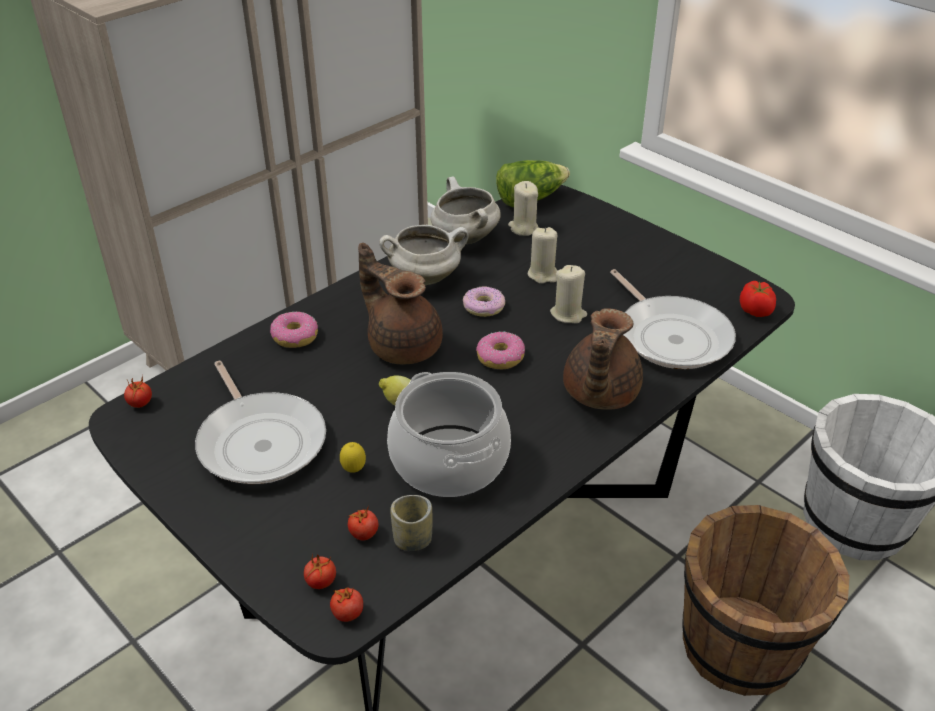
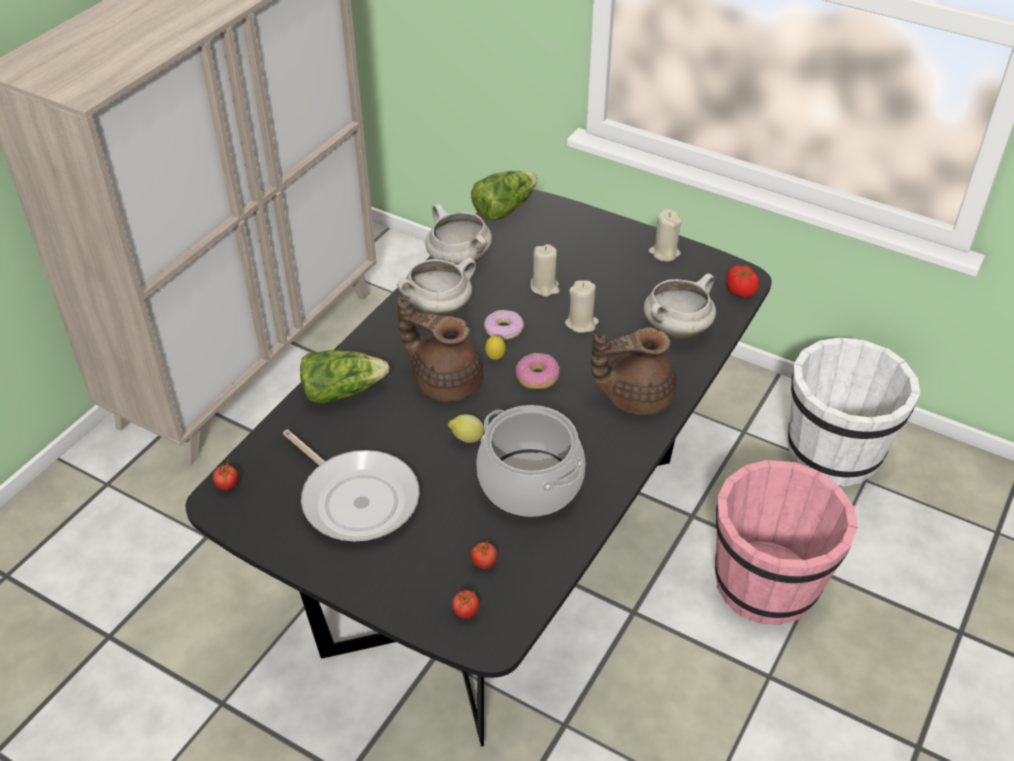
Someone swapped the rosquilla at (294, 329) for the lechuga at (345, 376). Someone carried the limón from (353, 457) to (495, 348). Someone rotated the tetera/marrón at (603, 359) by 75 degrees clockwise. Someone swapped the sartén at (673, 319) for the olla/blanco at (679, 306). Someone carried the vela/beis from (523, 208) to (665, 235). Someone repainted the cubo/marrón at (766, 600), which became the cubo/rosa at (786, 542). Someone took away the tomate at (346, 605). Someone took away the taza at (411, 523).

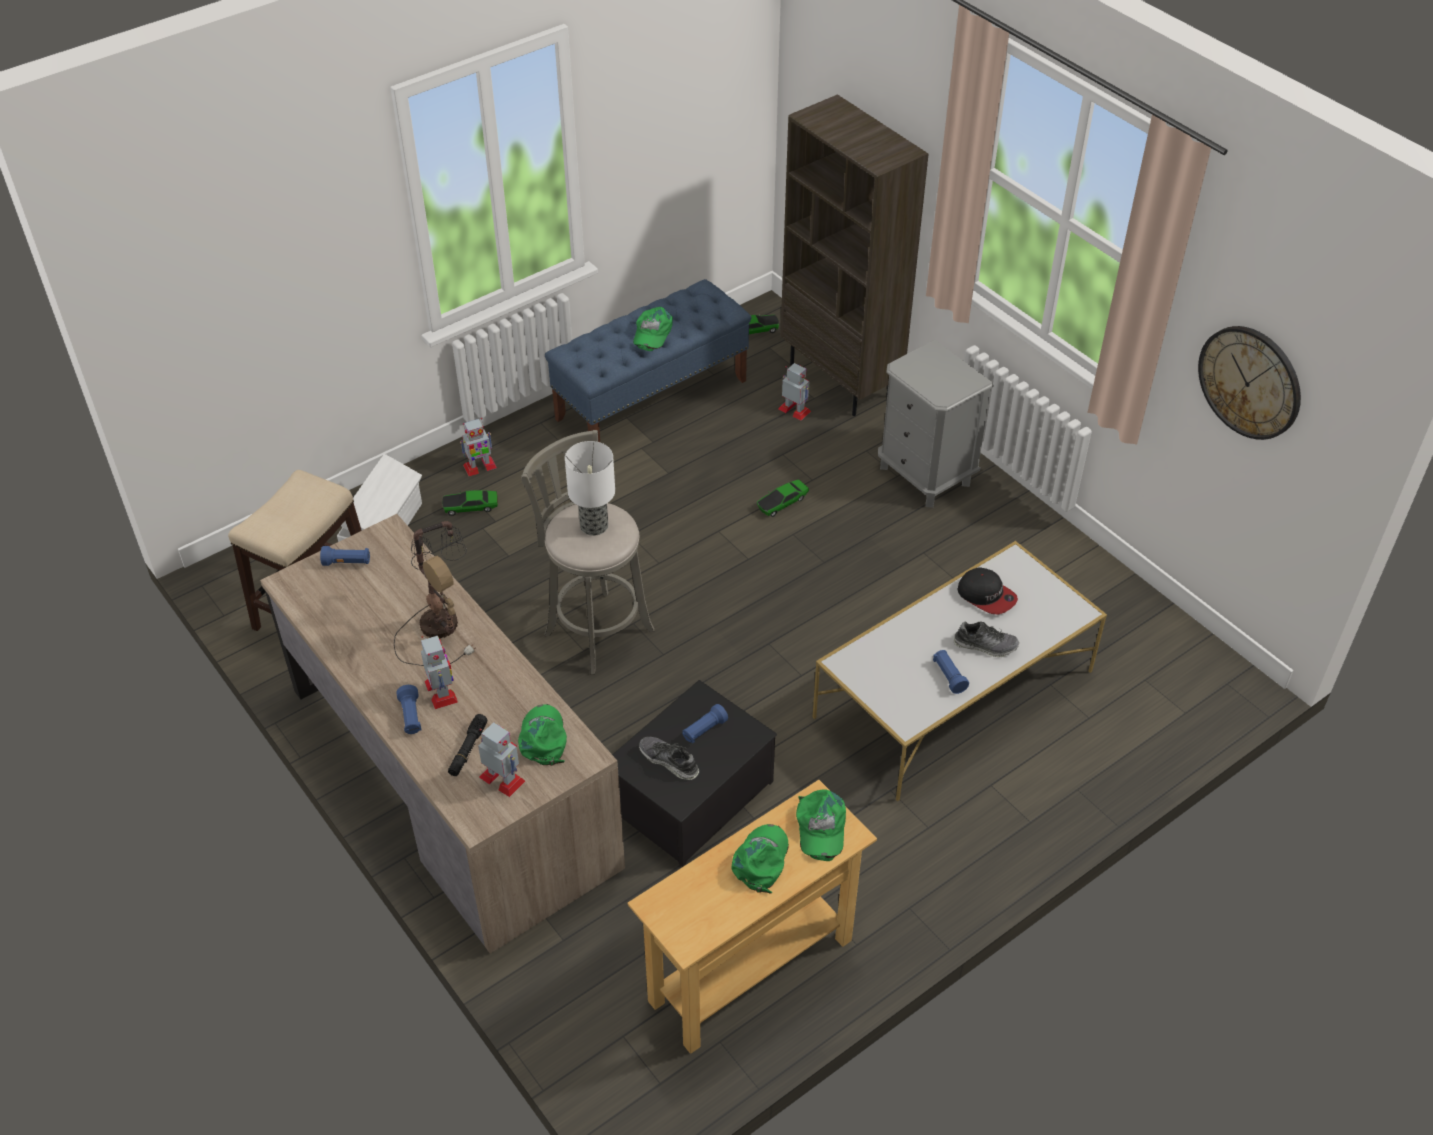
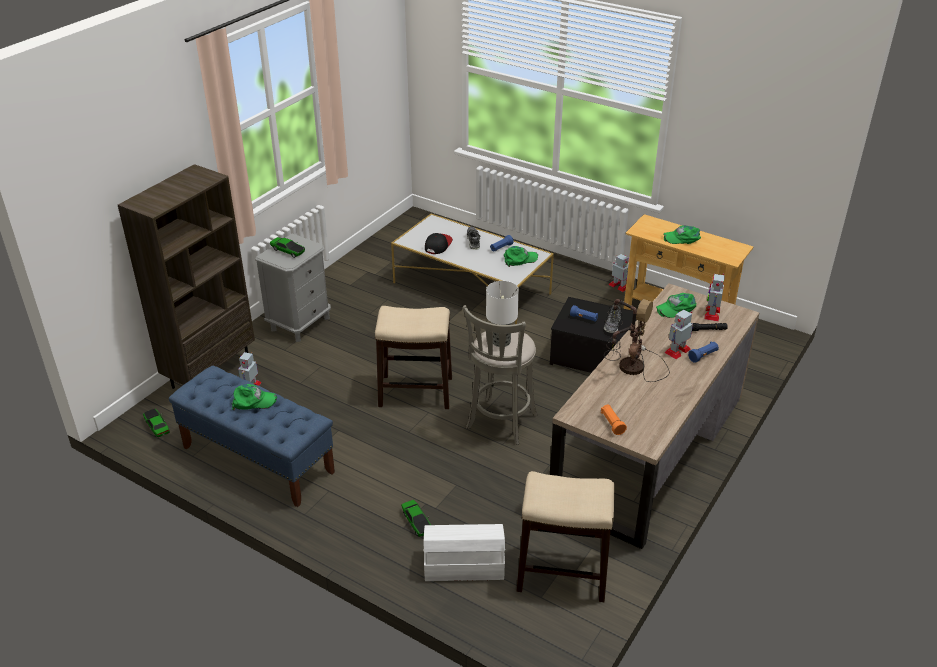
Someone carried the coche de juguete from (783, 498) to (287, 247). Someone put down the taburete at (413, 357). Someone carried the gorra/verde from (821, 825) to (520, 256). Someone repainted the linterna/azul at (345, 556), which became the linterna/naranja at (614, 420). Someone carried the robot de juguete from (478, 447) to (619, 273). Someone took away the reloj de pared at (1249, 383).

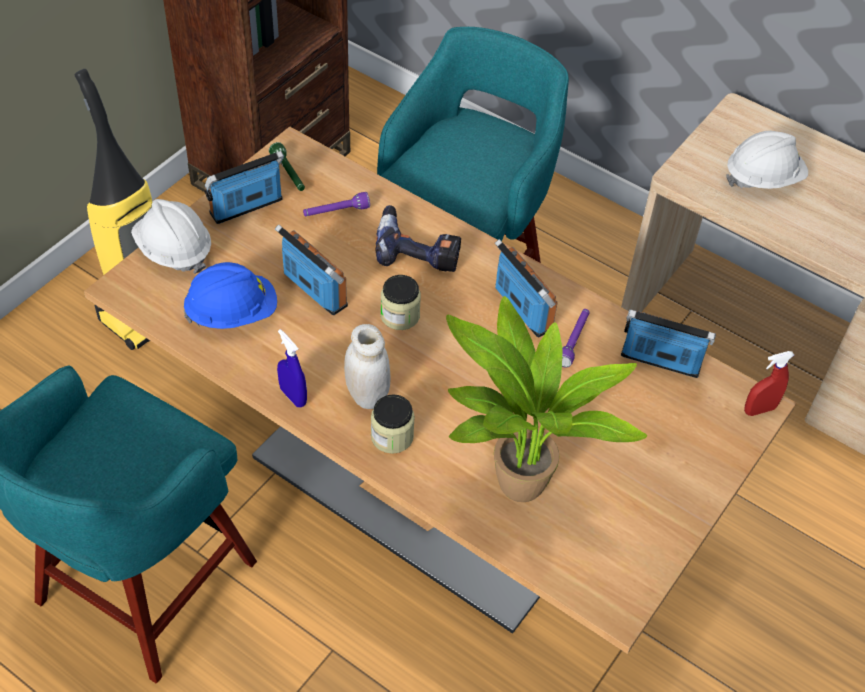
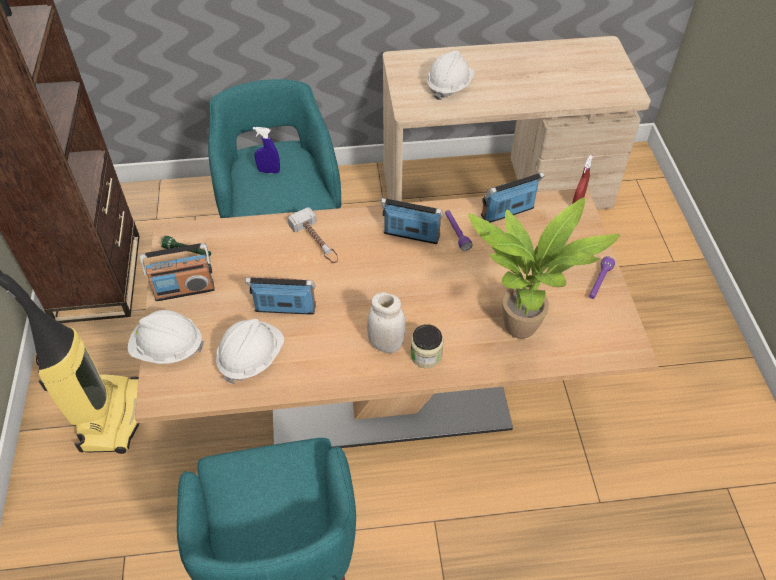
Someone rotated the radio at (244, 187) by 120 degrees counterclockwise. Someone repainted the casco/azul at (230, 295), which became the casco/blanco at (250, 351). Someone carried the pulverizador/azul from (292, 368) to (266, 150). Someone swapped the taladro at (418, 238) for the martillo at (312, 235). Someone carried the linterna/morado from (336, 204) to (602, 277). Someone took away the tarro at (400, 302).

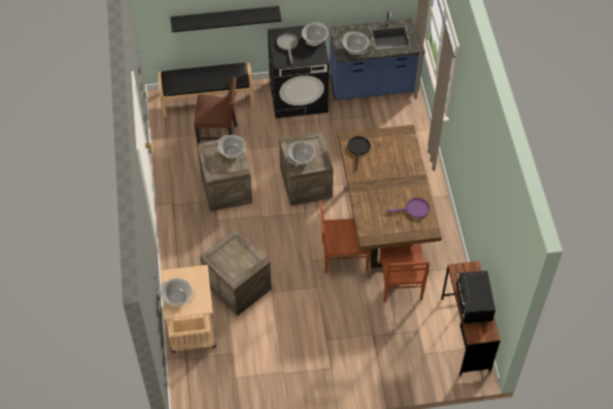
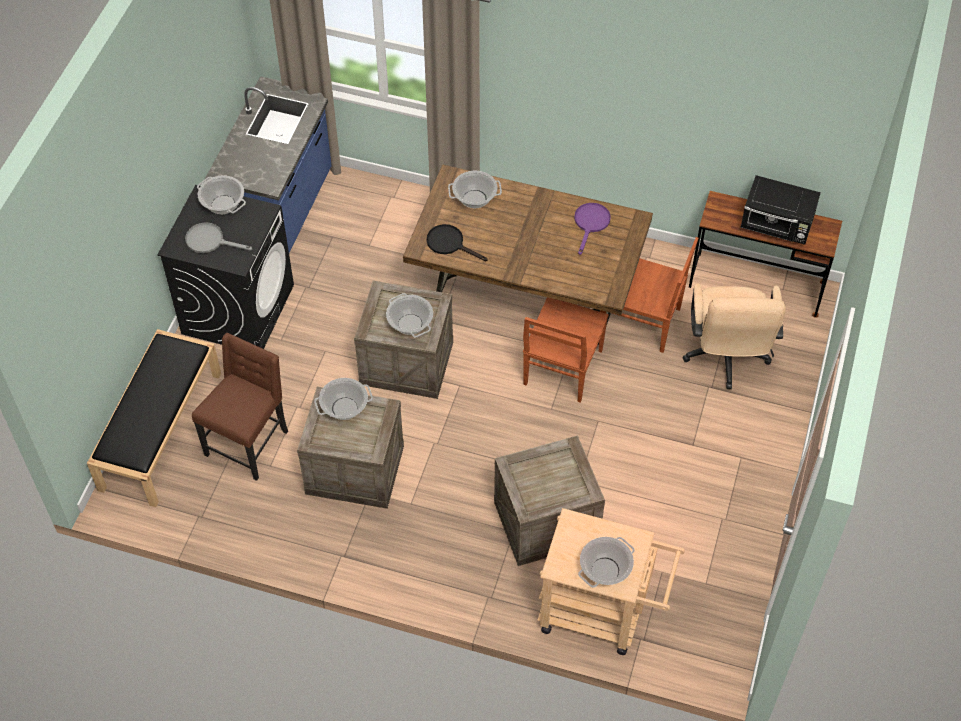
Someone carried the olla from (355, 43) to (475, 189). Someone put down the silla de oficina/beis at (734, 336). Someone took away the estante/negro at (226, 19).

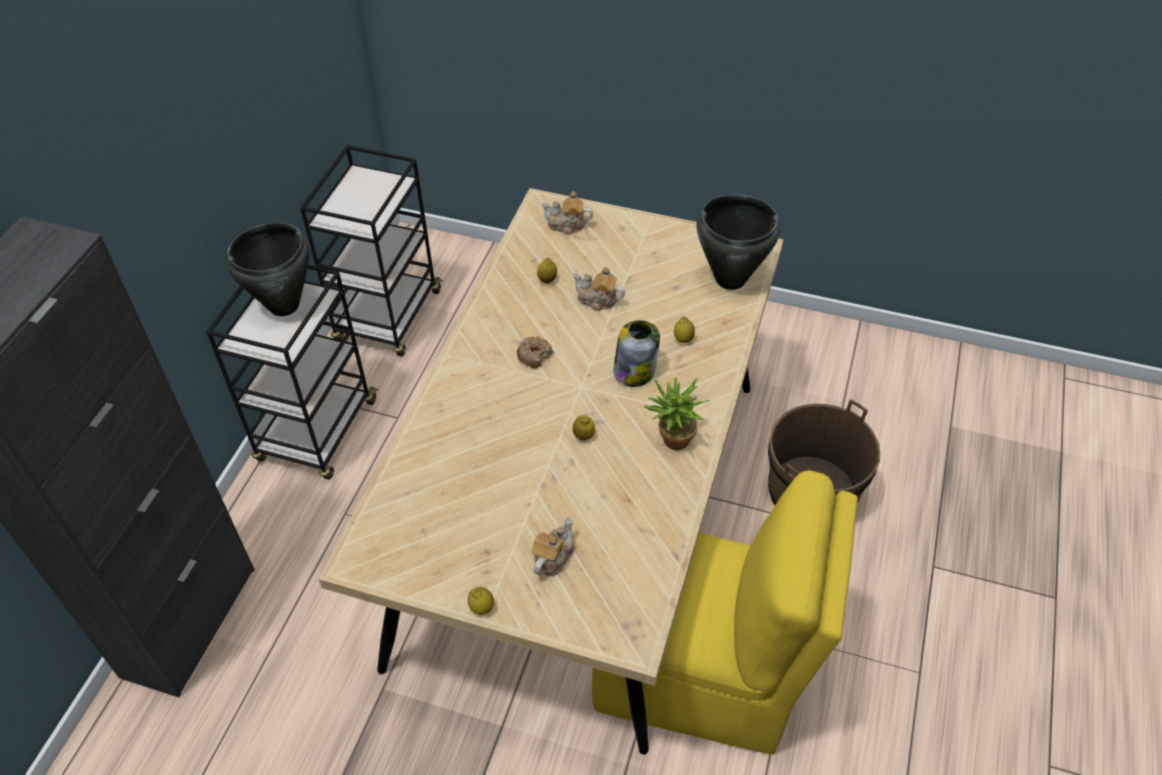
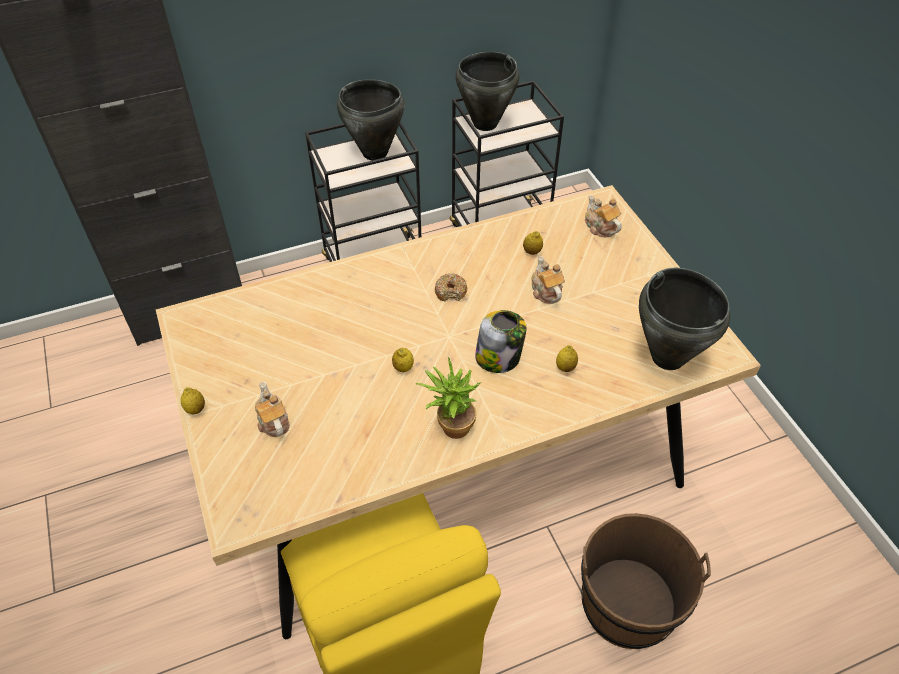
Someone rotated the tetera at (553, 546) by 105 degrees counterclockwise. Someone put down the olla/negro at (487, 91).

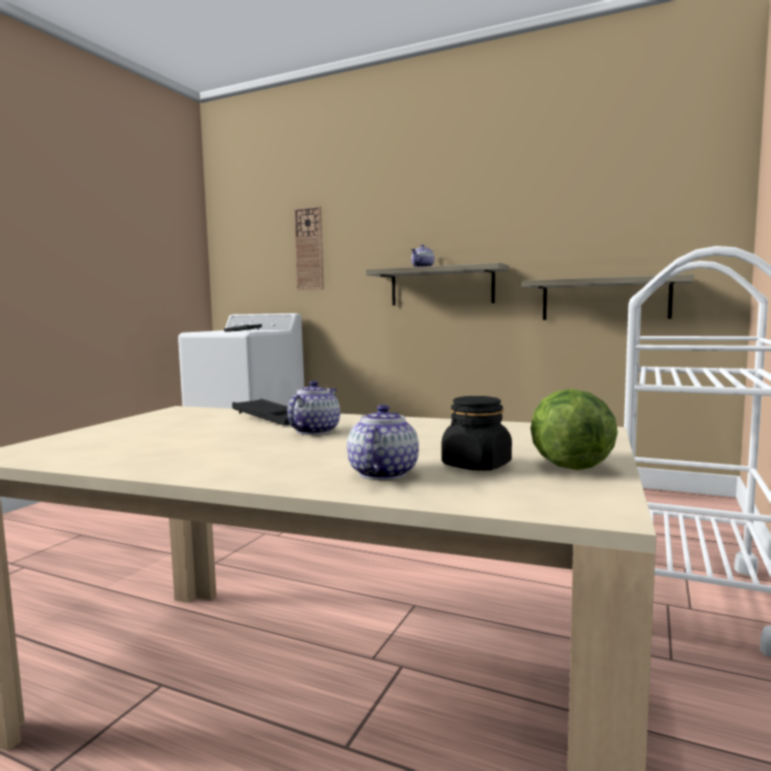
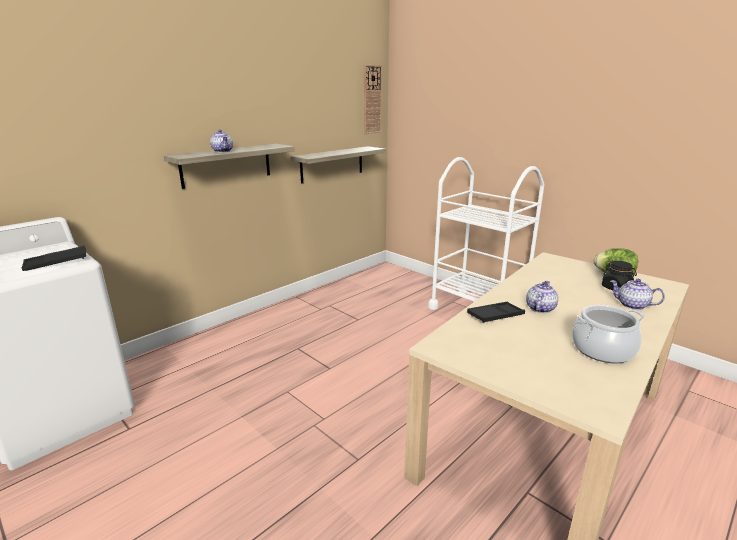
Someone carried the reloj de pared from (309, 248) to (373, 99). Someone rotated the tetera at (314, 407) by 75 degrees clockwise. Someone put down the olla at (608, 334).

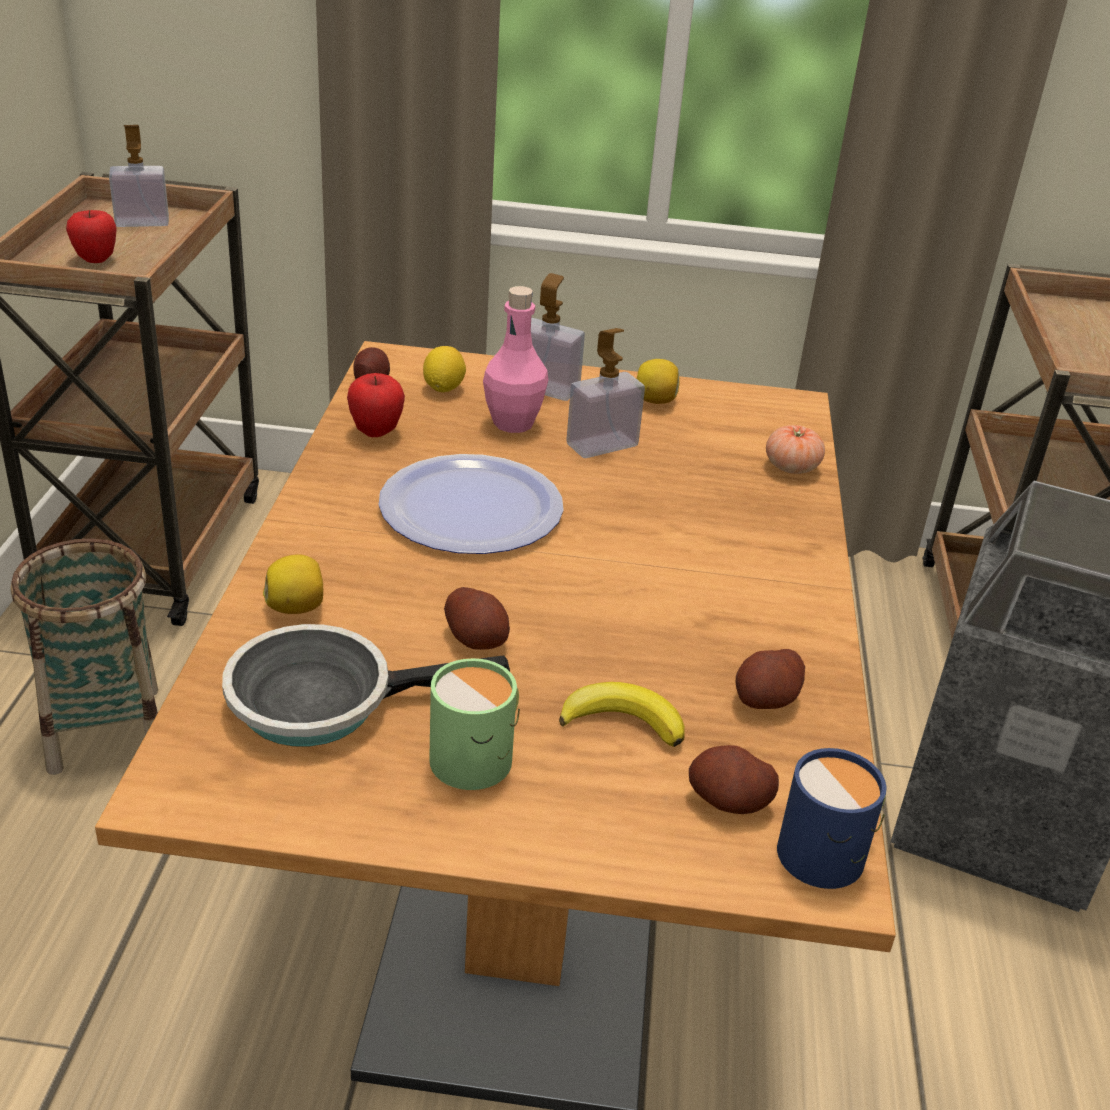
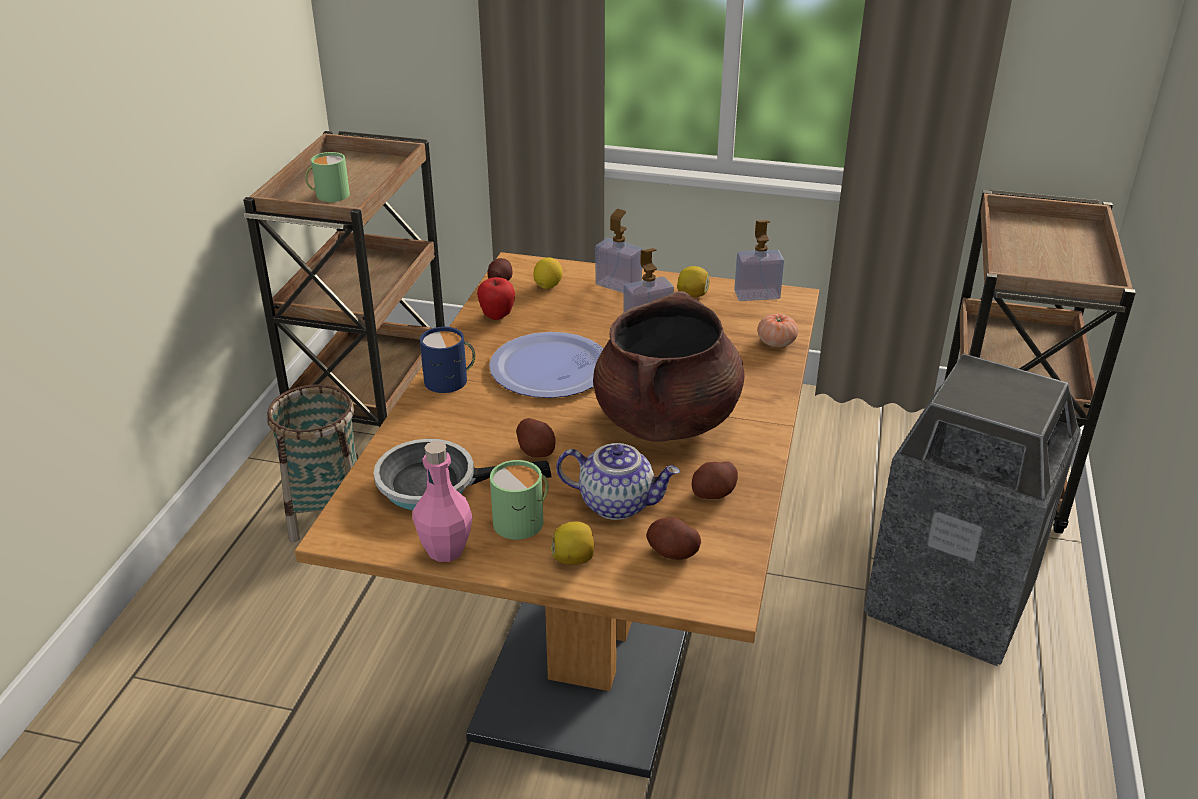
Someone swapped the manzana at (91, 236) for the taza grande/verde at (327, 177). Someone carried the botella/rosa from (515, 359) to (442, 501). Someone carried the taza grande/azul from (831, 818) to (447, 360). Someone carried the limón from (293, 584) to (572, 543). Someone swapped the plátano at (622, 714) for the tetera at (618, 481). Someone put down the olla/marrón at (669, 366). Someone carried the dispensador de jabón from (139, 176) to (759, 260).

